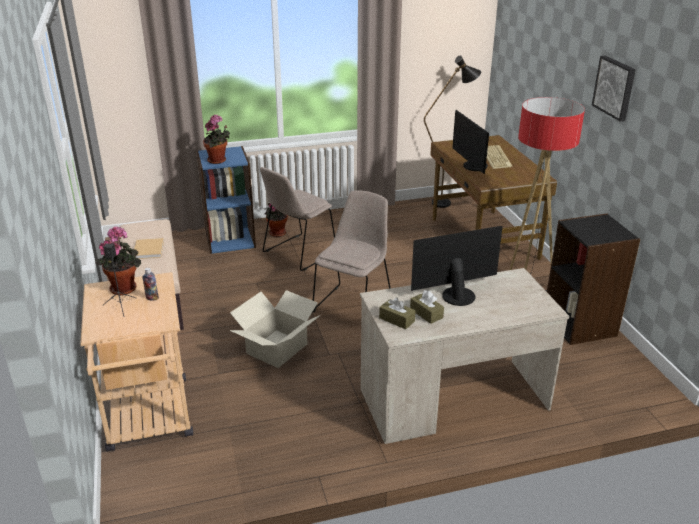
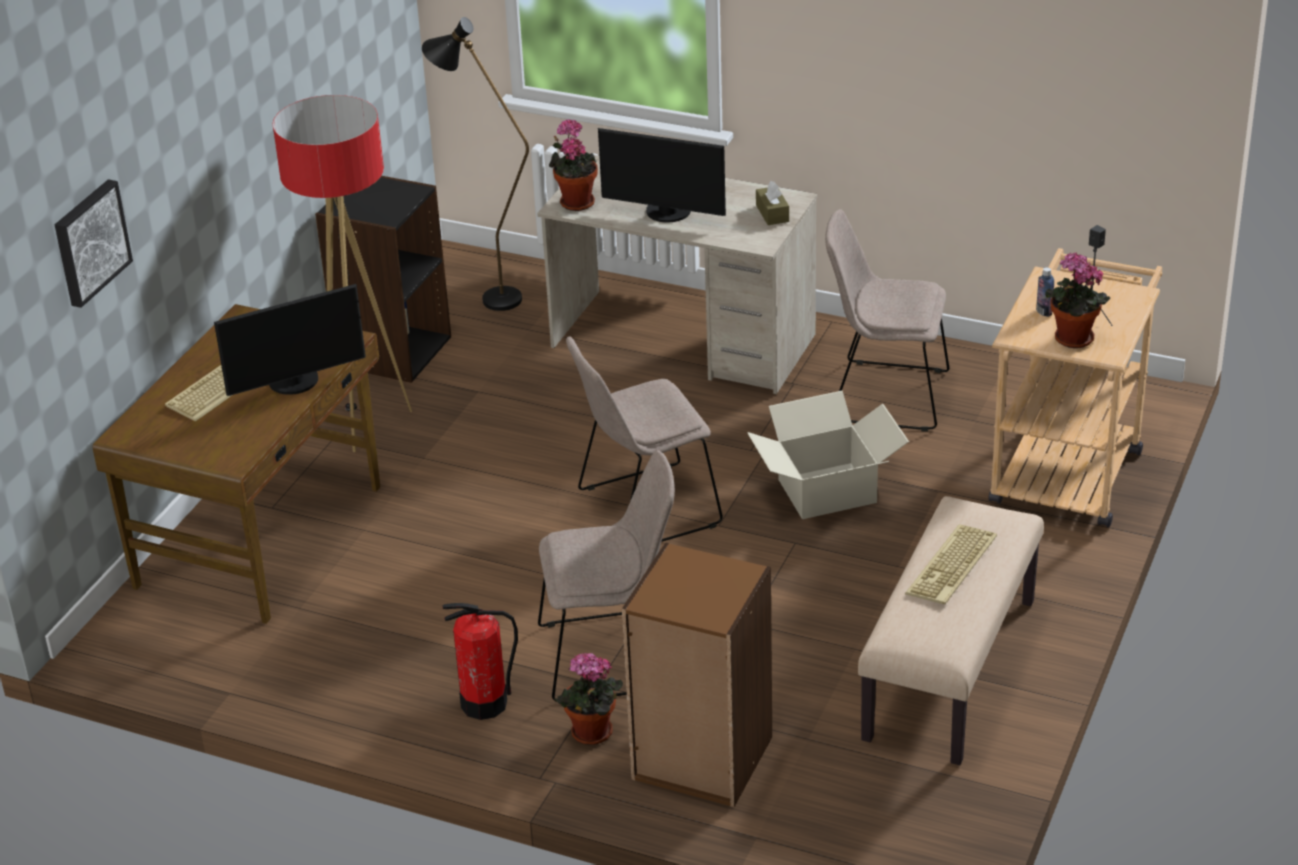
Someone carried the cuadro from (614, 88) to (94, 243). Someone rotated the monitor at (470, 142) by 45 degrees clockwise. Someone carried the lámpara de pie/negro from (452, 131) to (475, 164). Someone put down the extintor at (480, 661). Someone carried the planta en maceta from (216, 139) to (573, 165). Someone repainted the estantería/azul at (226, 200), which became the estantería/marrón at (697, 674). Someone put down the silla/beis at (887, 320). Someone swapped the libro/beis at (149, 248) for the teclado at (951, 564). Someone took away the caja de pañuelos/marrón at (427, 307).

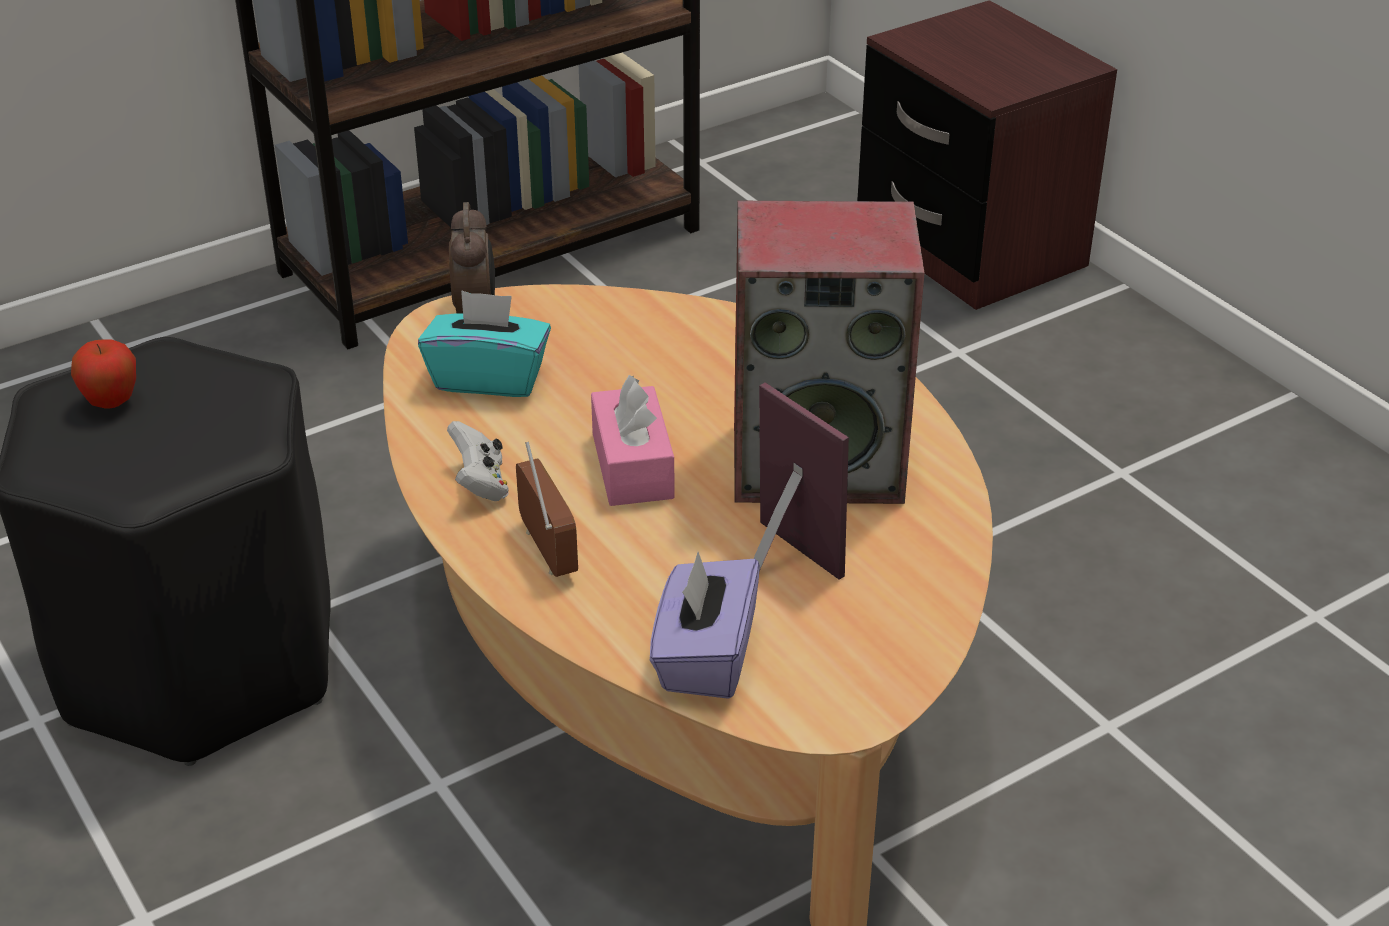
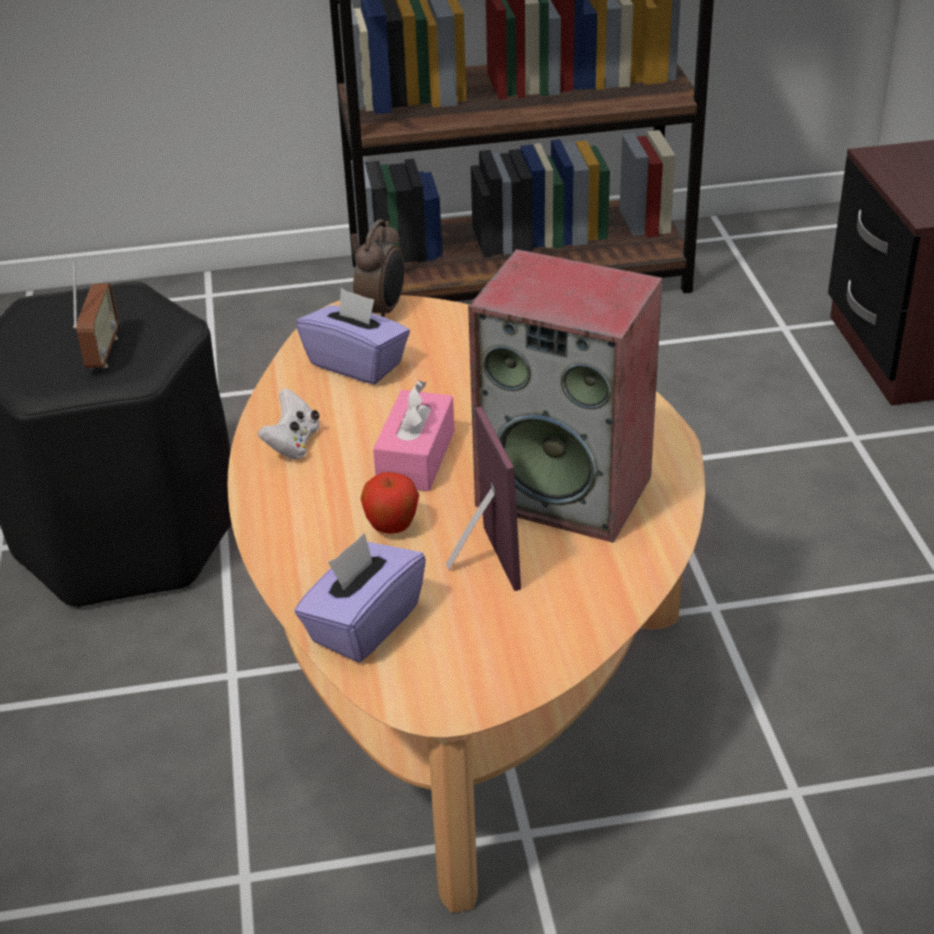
Someone carried the radio from (547, 509) to (95, 314). Someone repainted the caja de pañuelos/turquesa at (484, 343), which became the caja de pañuelos/morado at (353, 336). Someone carried the manzana from (103, 374) to (390, 503).

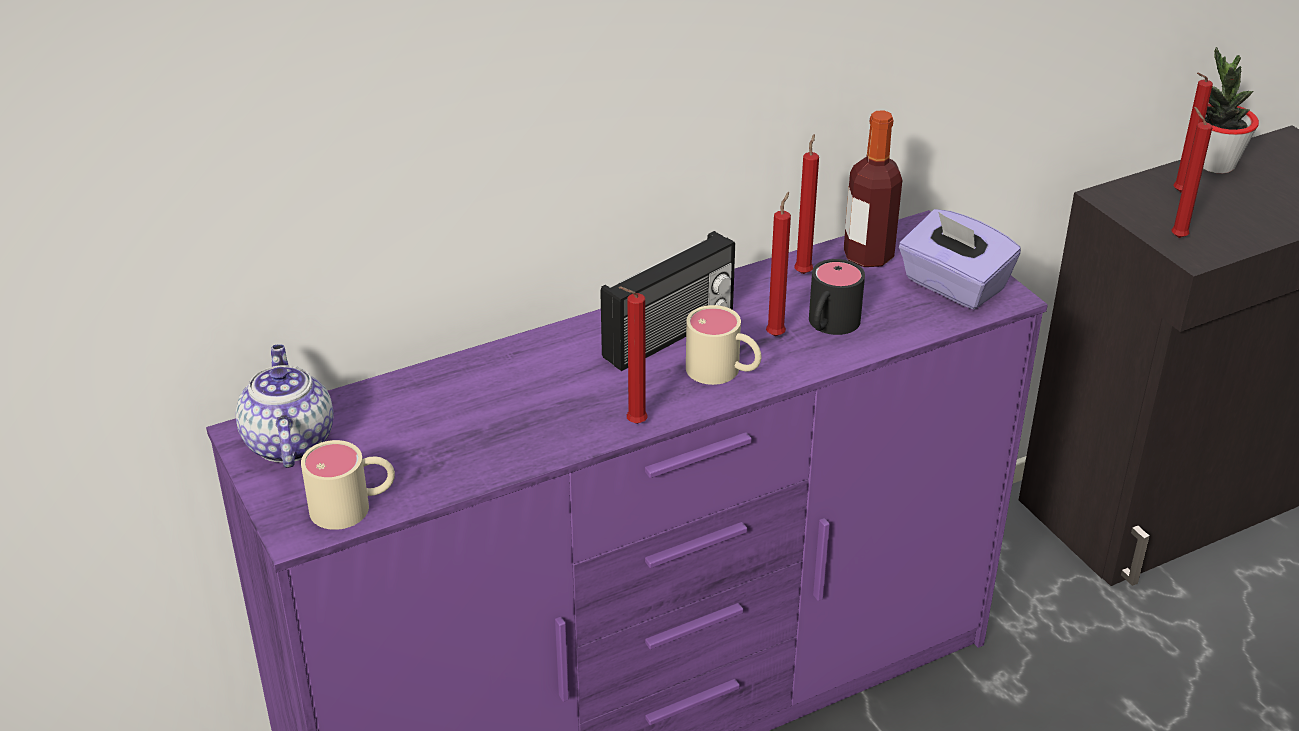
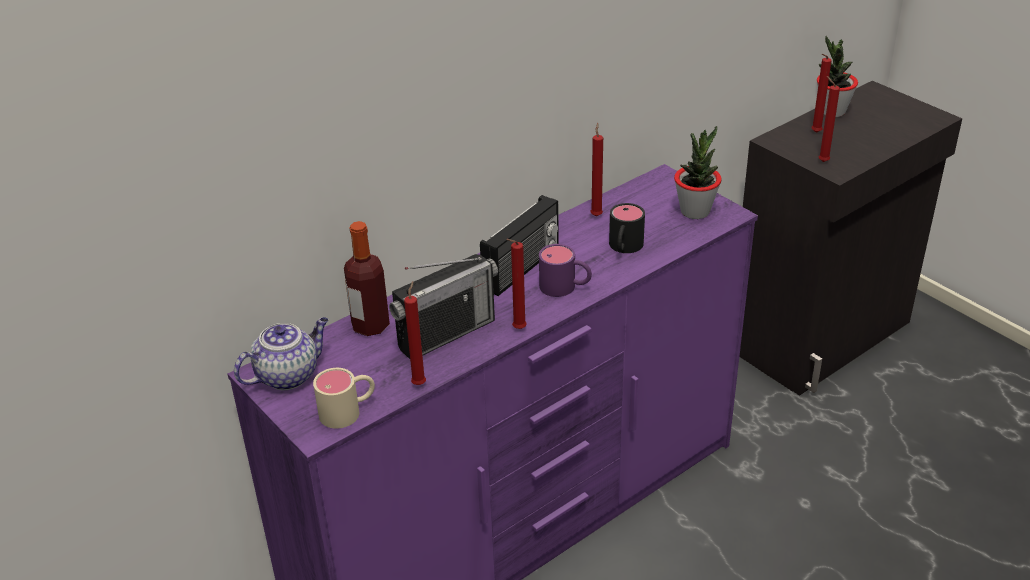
Someone rotated the tetera at (284, 406) by 75 degrees clockwise. Someone carried the botella from (873, 188) to (367, 278). Someone put down the radio at (443, 306). Someone carried the vela/rojo from (778, 264) to (415, 333). Someone repainted the taza grande/beis at (724, 345), which became the taza grande/morado at (565, 270). Someone swapped the caja de pañuelos/morado at (960, 259) for the planta en maceta at (698, 172).

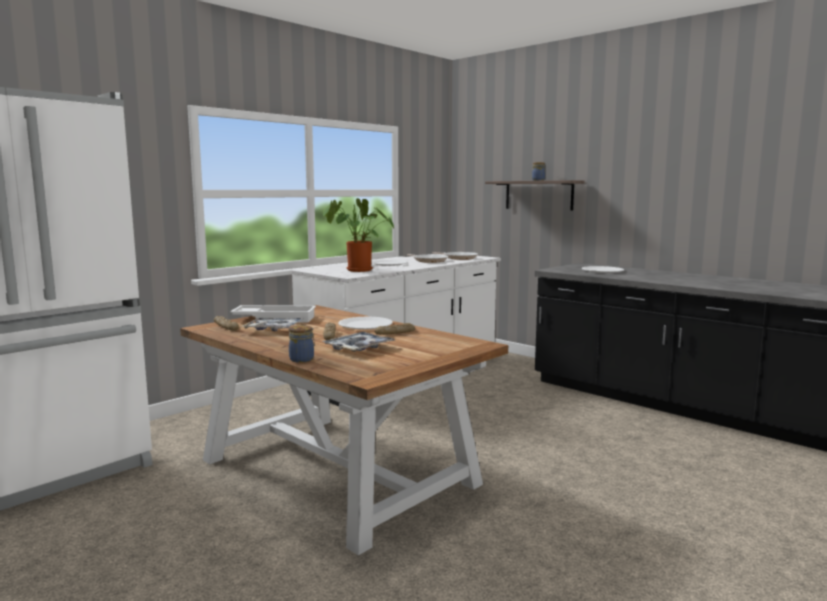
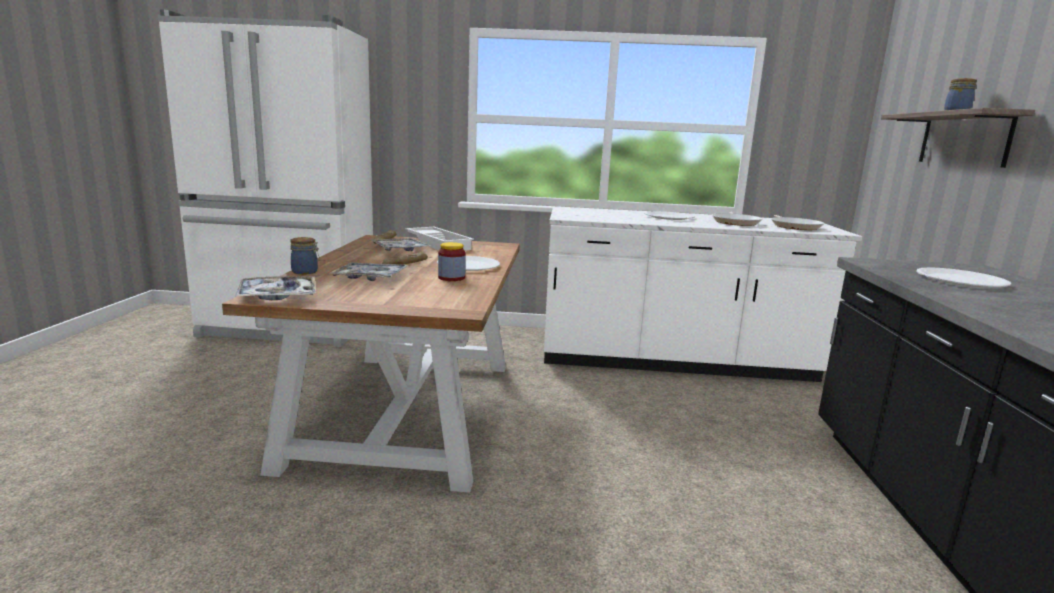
Someone put down the bandeja at (275, 288). Someone swapped the pan at (395, 329) for the tarro at (452, 261). Someone took away the planta en maceta at (358, 235).

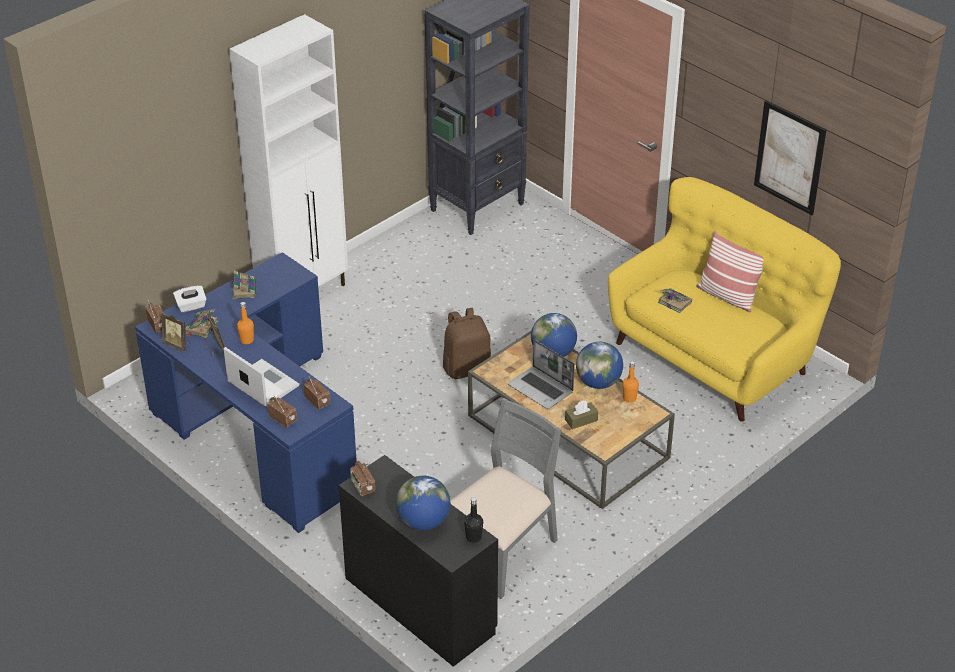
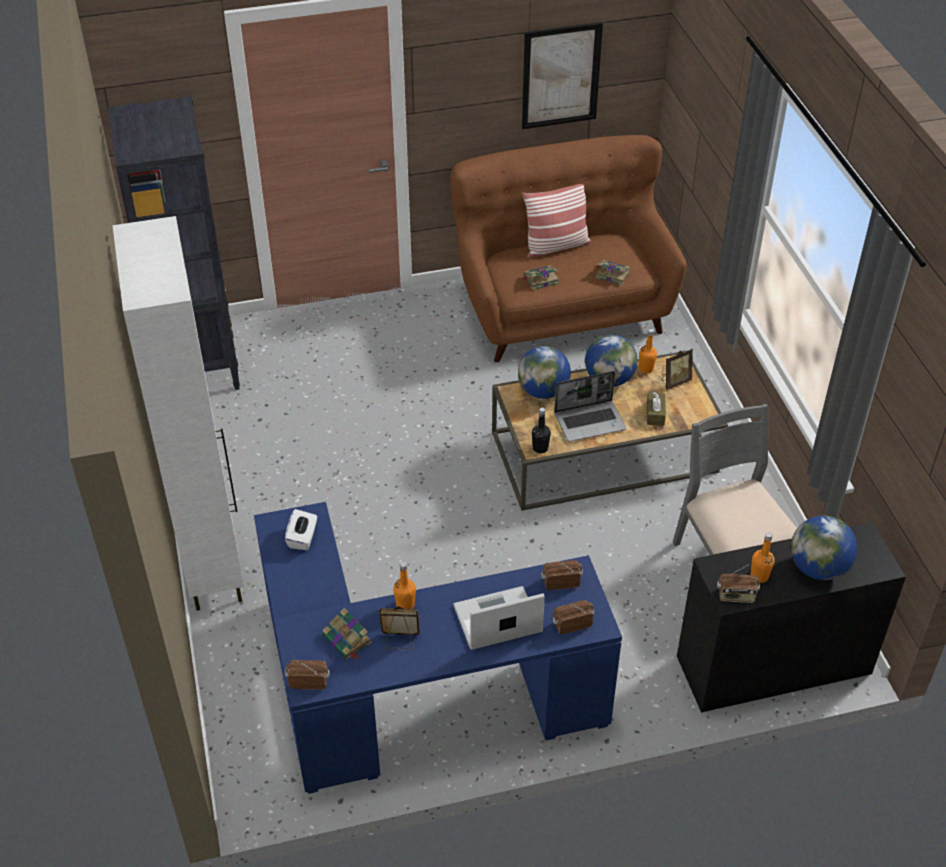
Someone carried the caja de pañuelos/blanco from (189, 299) to (301, 529). Someone repainted the sofá/amarillo at (724, 299), which became the sofá/marrón at (569, 248). Someone carried the botella/negro from (473, 520) to (541, 430). Someone carried the libro from (244, 285) to (612, 272). Someone carried the portarretratos from (176, 332) to (677, 369). Someone put down the botella/naranja at (763, 557). Someone took away the mochila/marrón at (467, 343).

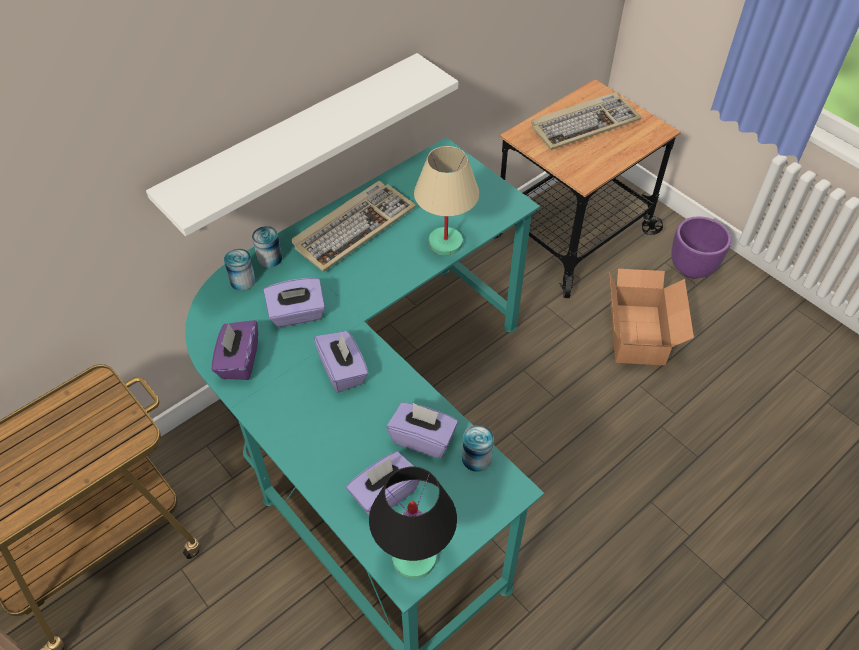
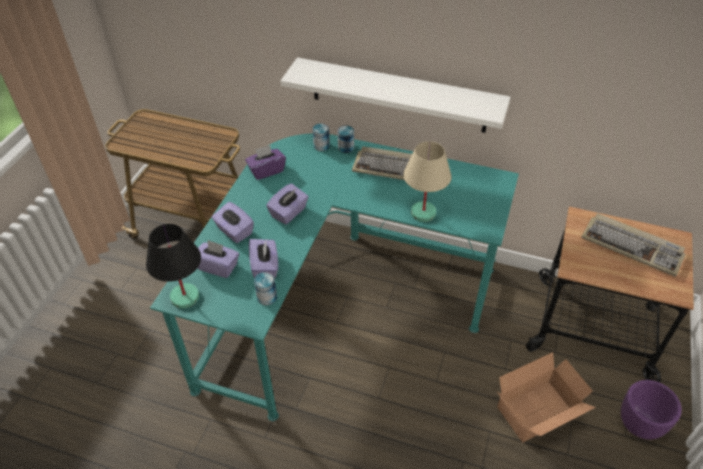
Someone carried the caja de pañuelos/morado from (294, 302) to (233, 222).

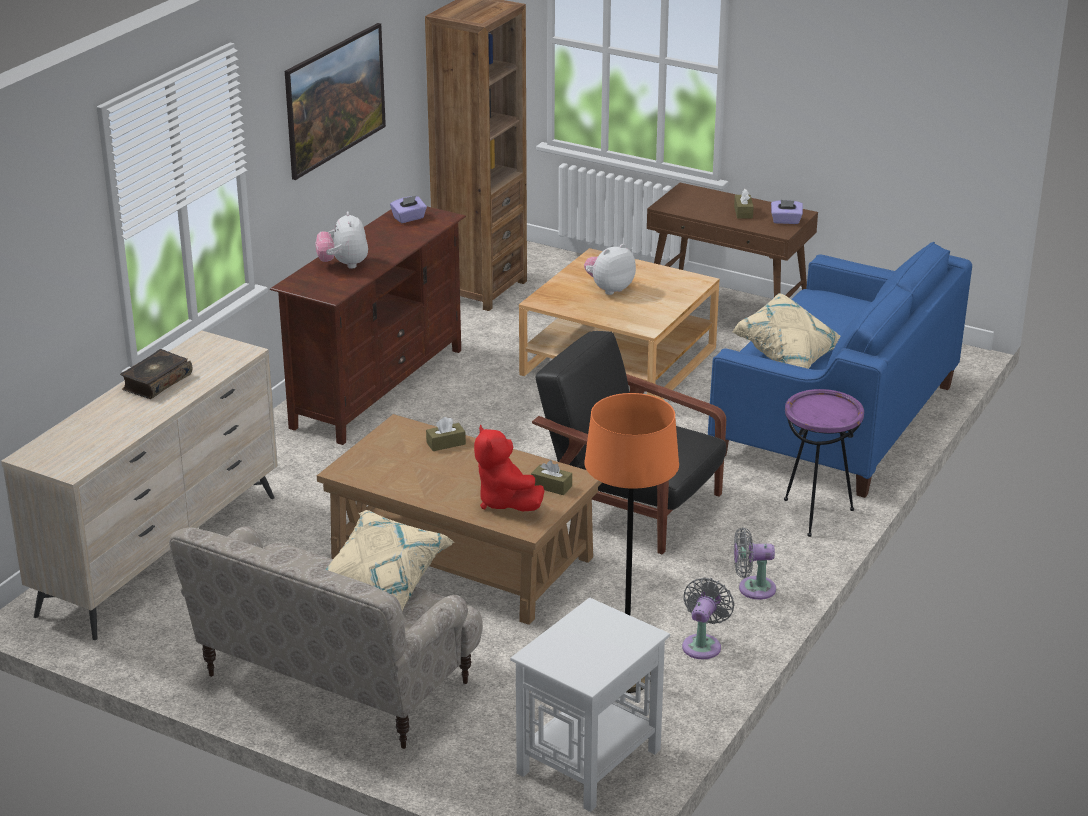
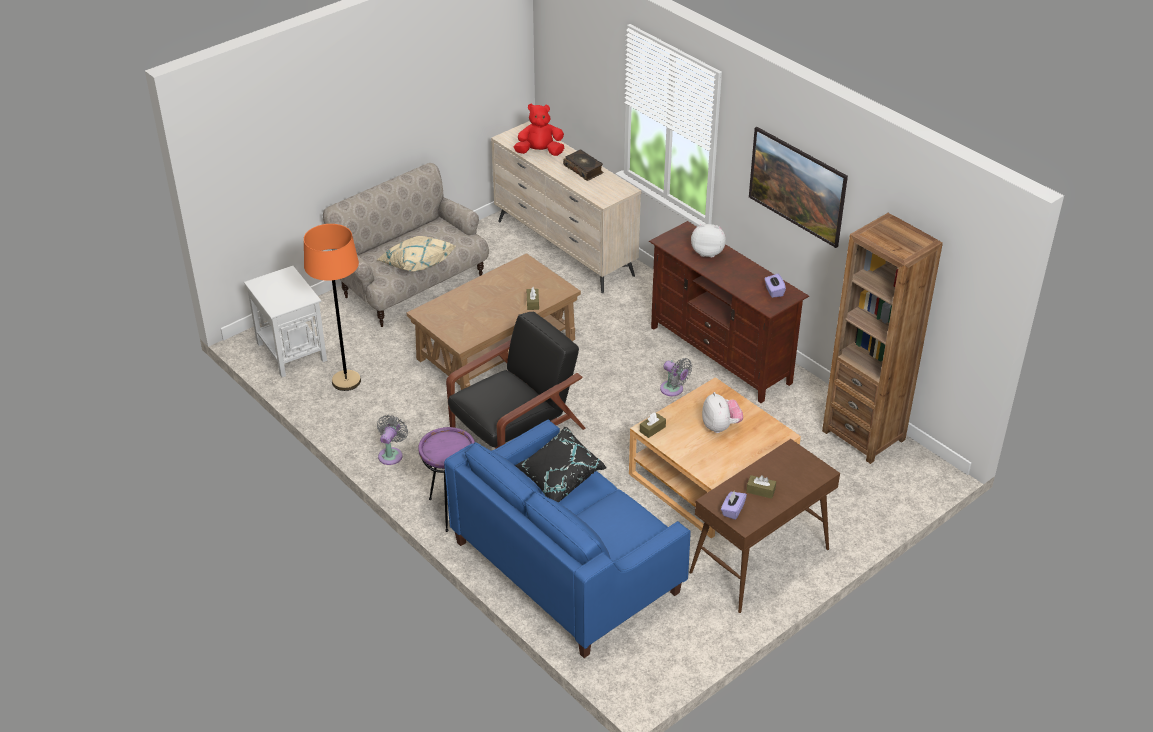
Someone carried the peluche/rojo from (509, 468) to (539, 130). Someone repainted the cojín/beis at (787, 331), which became the cojín/negro at (560, 465). Someone carried the caja de pañuelos/marrón from (551, 477) to (653, 425). Someone carried the ventilador/gris from (708, 618) to (676, 377).

